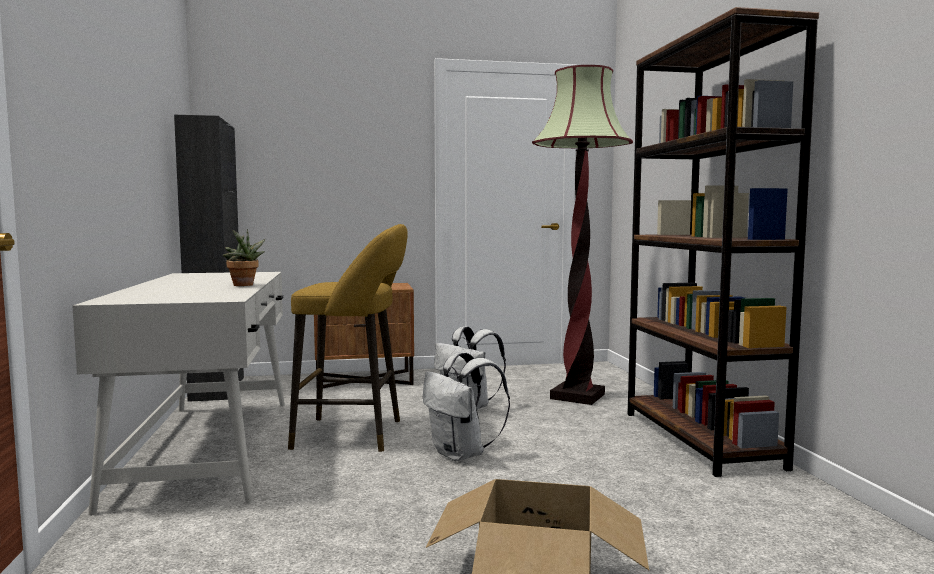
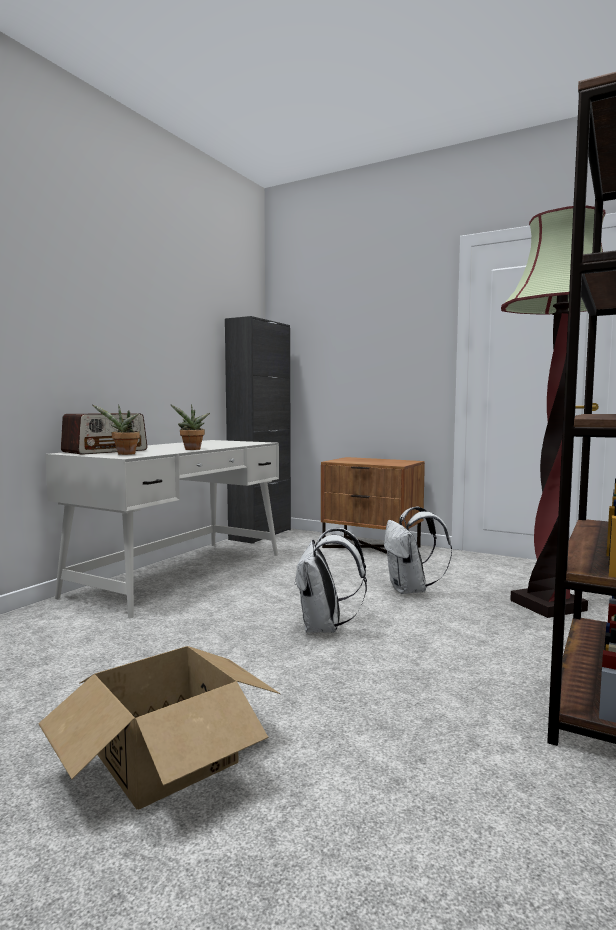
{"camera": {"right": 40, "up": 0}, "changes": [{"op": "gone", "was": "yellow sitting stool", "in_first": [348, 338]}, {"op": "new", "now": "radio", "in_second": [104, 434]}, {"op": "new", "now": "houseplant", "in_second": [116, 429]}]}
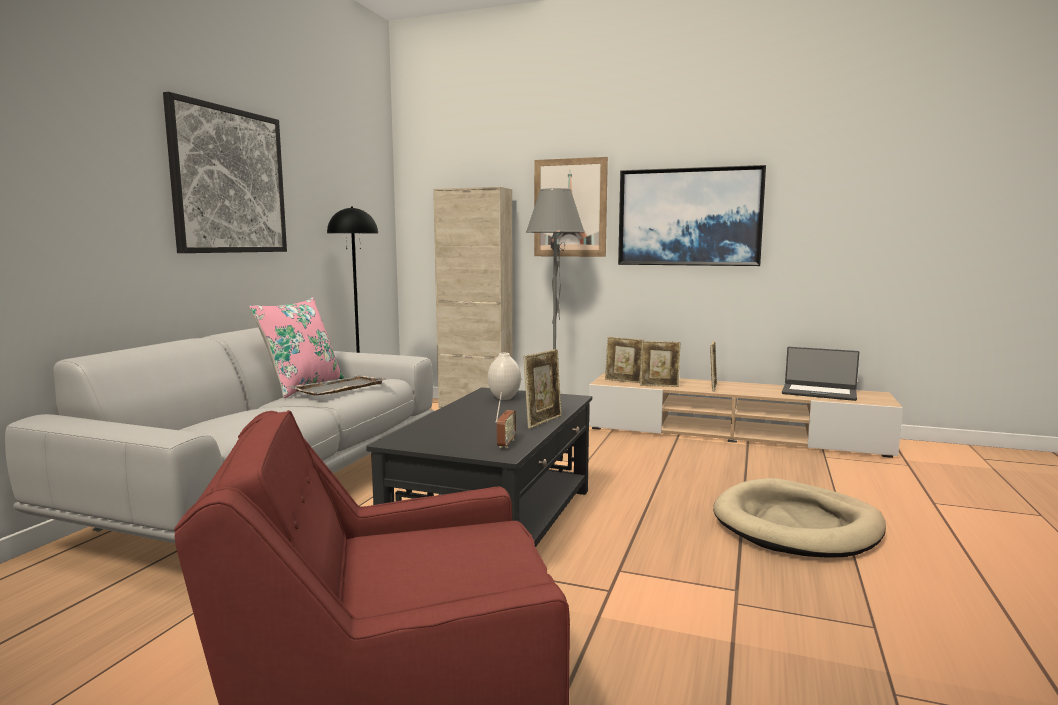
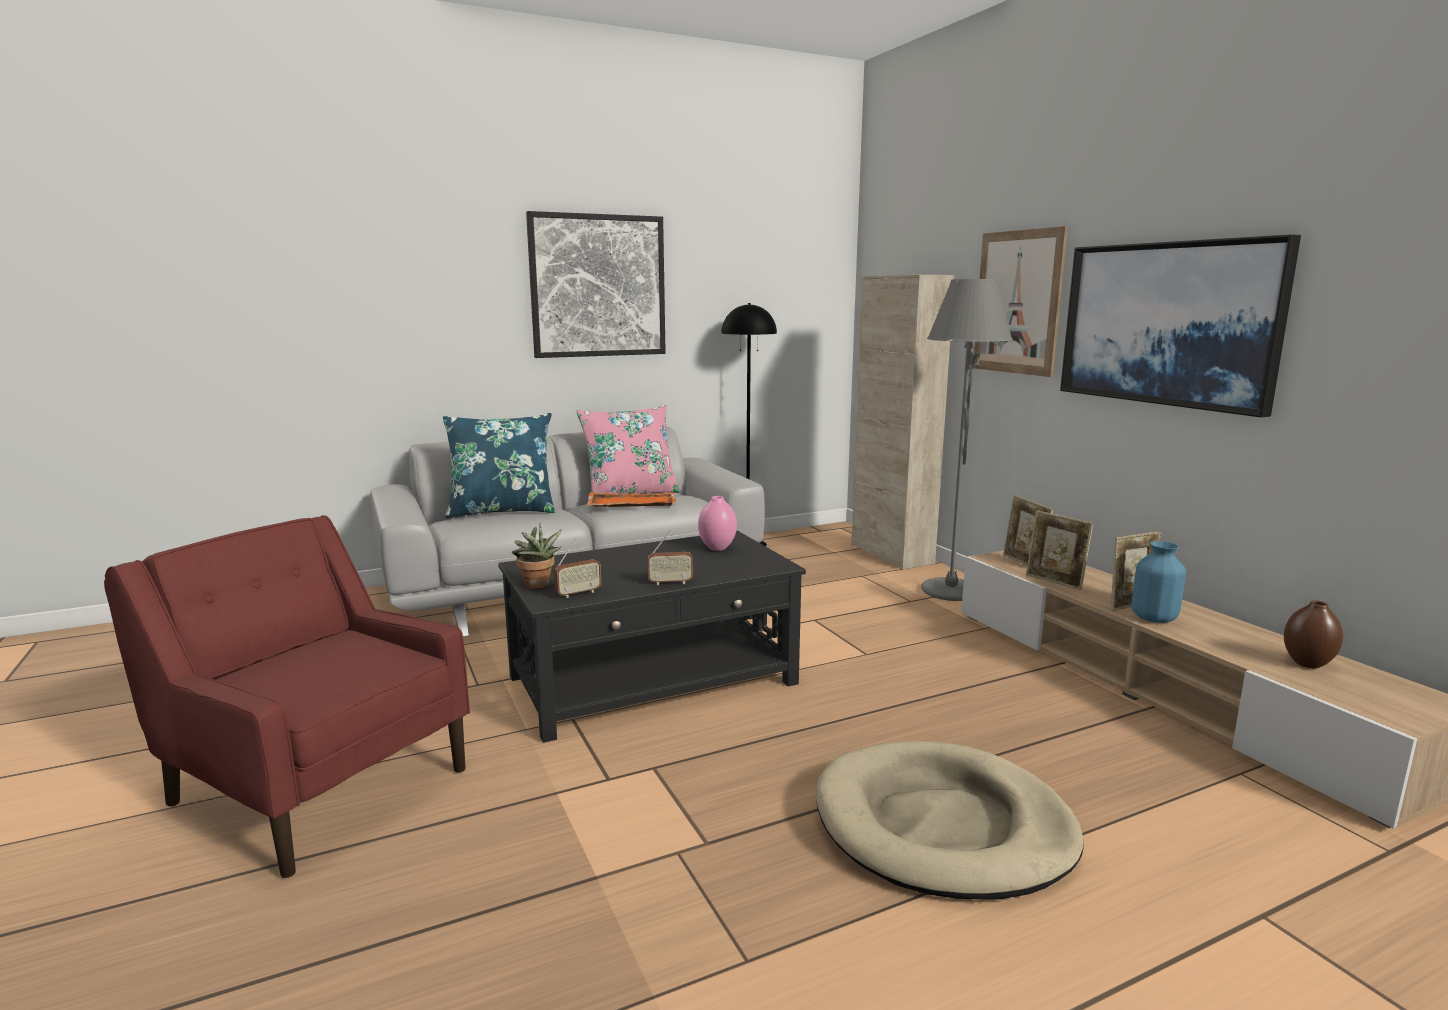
{"camera": {"right": 45, "up": 5}, "changes": [{"op": "new", "now": "blue-coloured cushion", "in_second": [499, 465]}, {"op": "new", "now": "houseplant", "in_second": [537, 556]}, {"op": "new", "now": "blue-coloured decorative vase", "in_second": [1158, 582]}, {"op": "swapped", "was": "photo frame", "now": "radio", "in_first": [543, 389], "in_second": [670, 557]}, {"op": "swapped", "was": "portable computer", "now": "brown decorative vase", "in_first": [820, 374], "in_second": [1313, 634]}, {"op": "repainted", "was": "grey carrying tray", "now": "orangey carrying tray", "in_first": [338, 385], "in_second": [631, 499]}, {"op": "repainted", "was": "white decorative vase", "now": "pink decorative vase", "in_first": [504, 376], "in_second": [717, 523]}]}
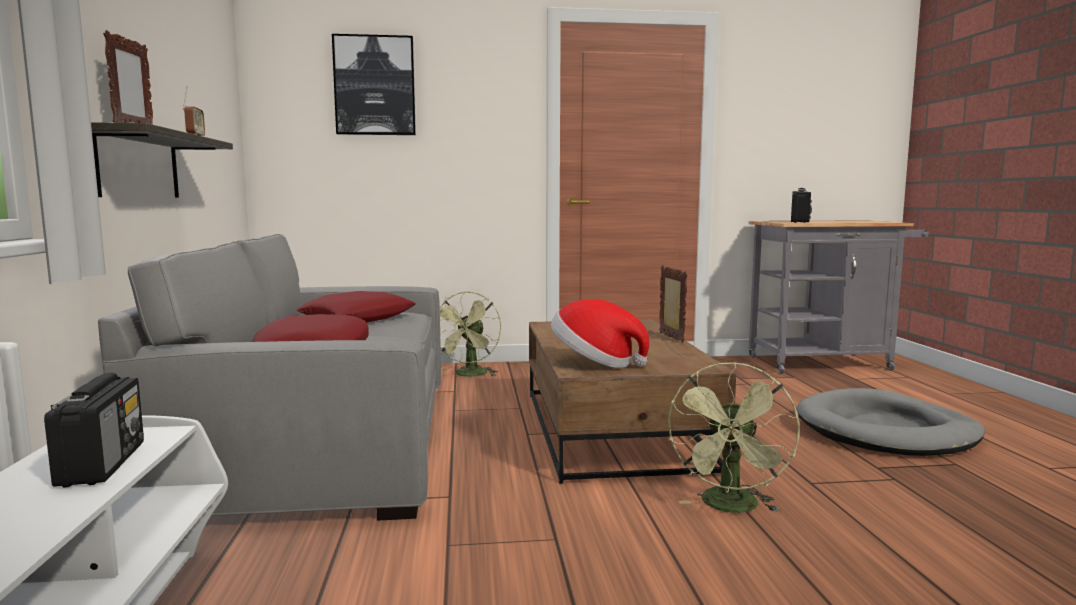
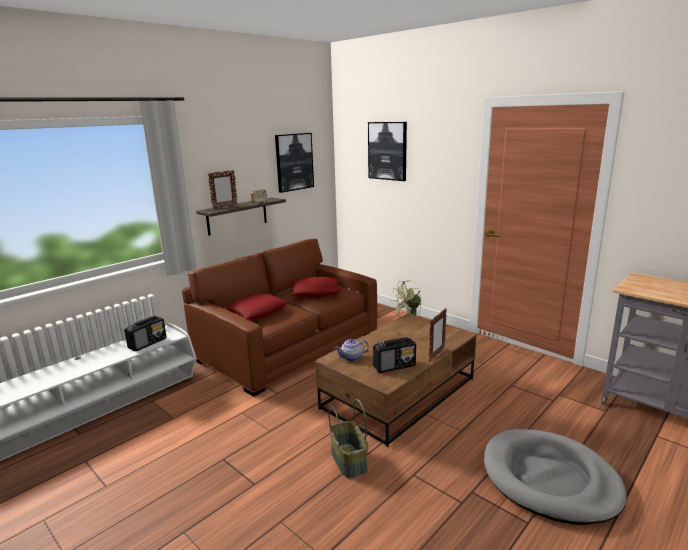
{"camera": {"right": 50, "up": 10}, "changes": [{"op": "new", "now": "picture", "in_second": [294, 163]}, {"op": "shifted", "was": "radio", "in_first": [801, 205], "in_second": [394, 355]}, {"op": "swapped", "was": "hat", "now": "pot for tea", "in_first": [600, 333], "in_second": [351, 350]}, {"op": "swapped", "was": "greenish cooling fan", "now": "household basket", "in_first": [734, 437], "in_second": [348, 438]}, {"op": "repainted", "was": "grey settee", "now": "brown settee", "in_first": [269, 377], "in_second": [279, 318]}]}
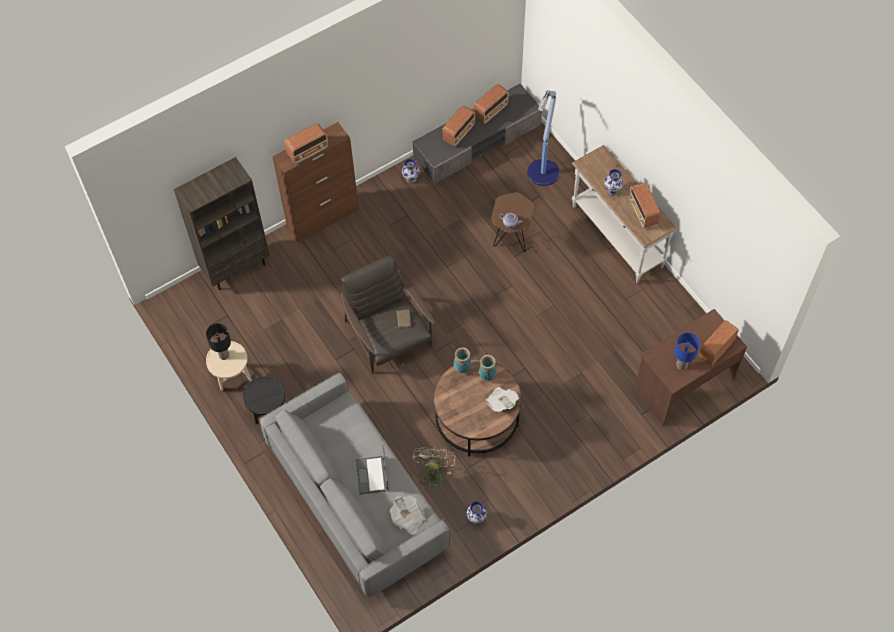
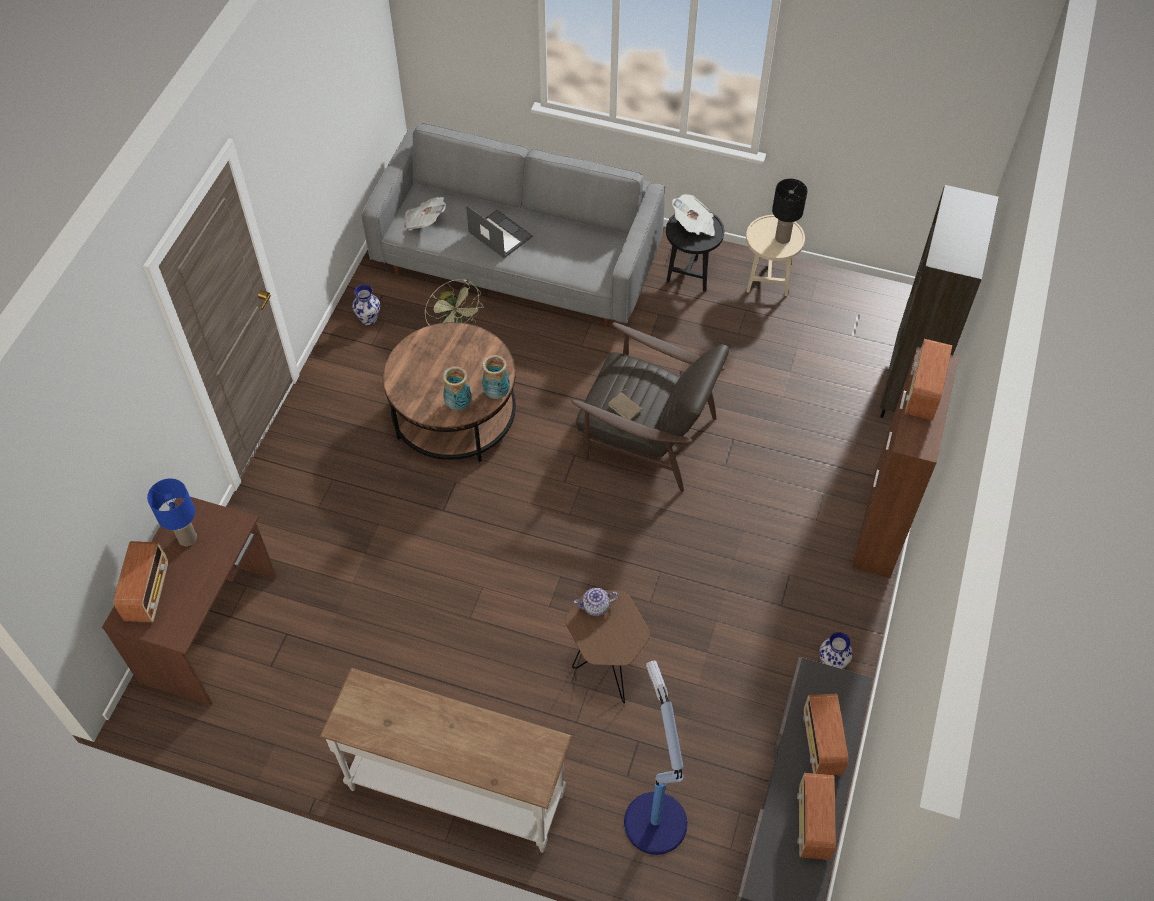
{"camera": {"right": 140, "up": -5}, "changes": [{"op": "gone", "was": "decorative vase", "in_first": [614, 182]}, {"op": "gone", "was": "radio", "in_first": [644, 205]}, {"op": "shifted", "was": "daily paper", "in_first": [502, 399], "in_second": [693, 215]}]}
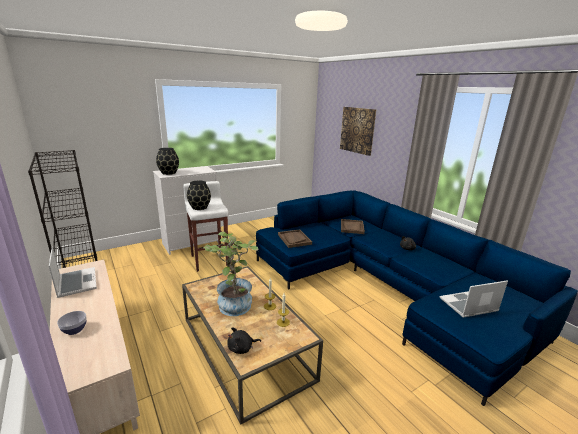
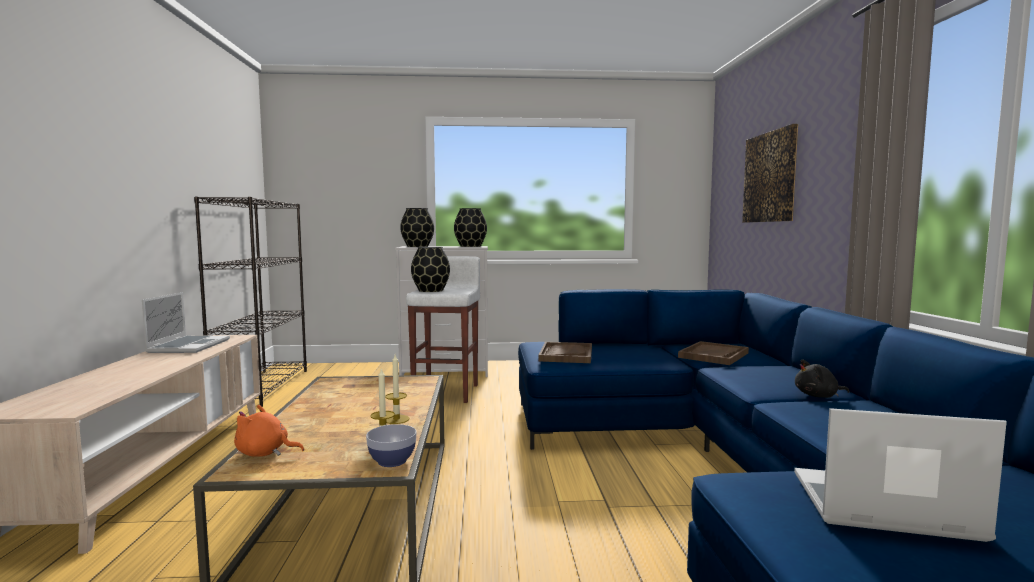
{"camera": {"right": 30, "up": -15}, "changes": [{"op": "gone", "was": "houseplant", "in_first": [230, 273]}, {"op": "new", "now": "blackish decorative vase", "in_second": [470, 227]}, {"op": "shifted", "was": "deep dish", "in_first": [72, 323], "in_second": [391, 445]}, {"op": "repainted", "was": "blackish soft toy", "now": "orangey soft toy", "in_first": [244, 340], "in_second": [269, 431]}]}
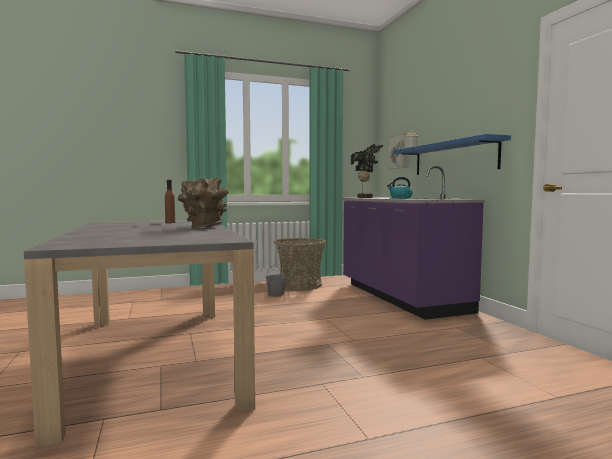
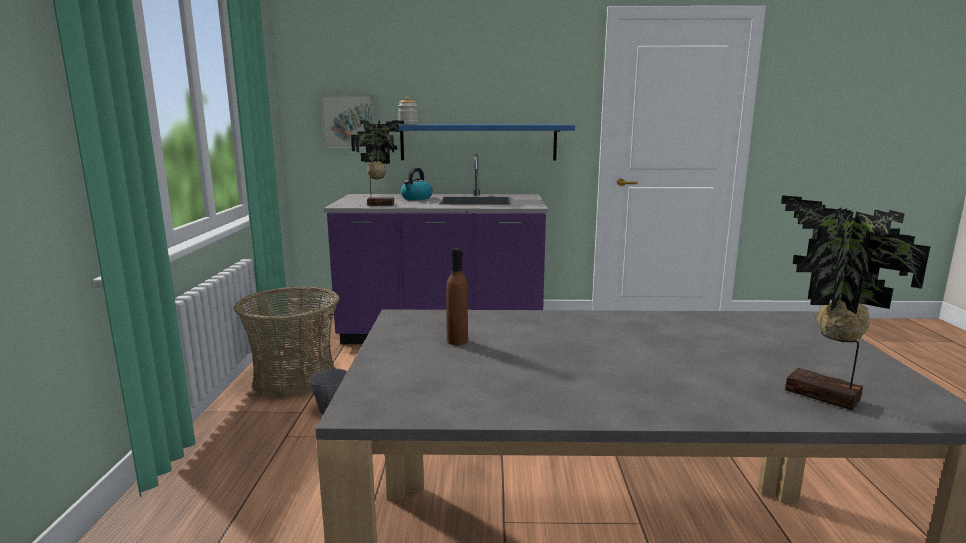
{"camera": {"right": -70, "up": 10}, "changes": [{"op": "gone", "was": "brown decorative vase", "in_first": [203, 203]}, {"op": "new", "now": "houseplant", "in_second": [856, 302]}]}
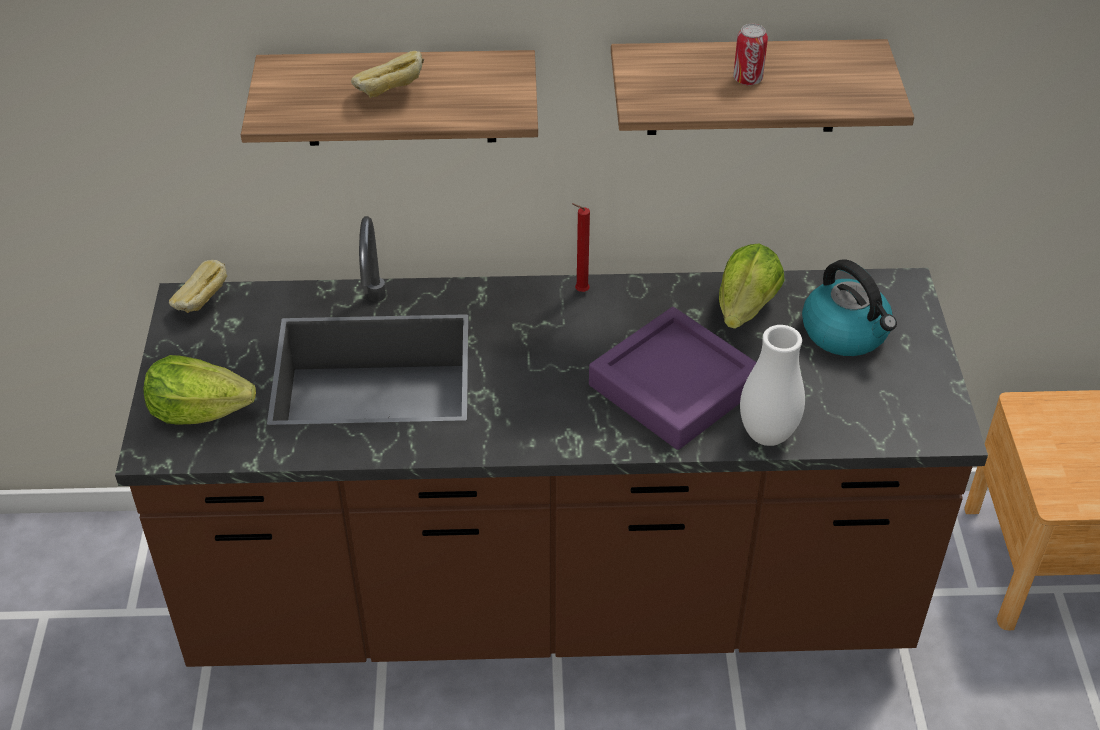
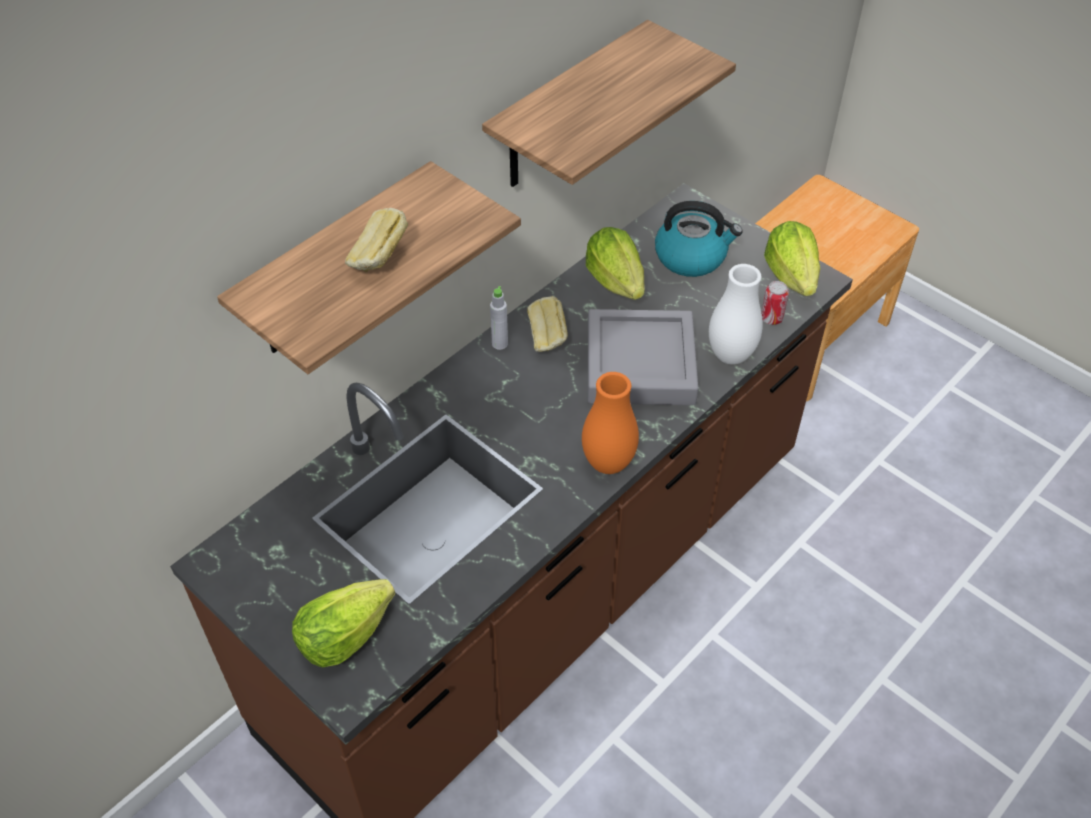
{"camera": {"right": -45, "up": 5}, "changes": [{"op": "new", "now": "orangey decorative vase", "in_second": [610, 423]}, {"op": "new", "now": "lettuce", "in_second": [792, 258]}, {"op": "shifted", "was": "baked bread", "in_first": [198, 286], "in_second": [547, 324]}, {"op": "shifted", "was": "sealed can", "in_first": [750, 54], "in_second": [775, 303]}, {"op": "swapped", "was": "red-coloured wax light", "now": "grey drink bottle", "in_first": [581, 247], "in_second": [499, 318]}, {"op": "repainted", "was": "purple carrying tray", "now": "grey carrying tray", "in_first": [672, 378], "in_second": [643, 357]}]}
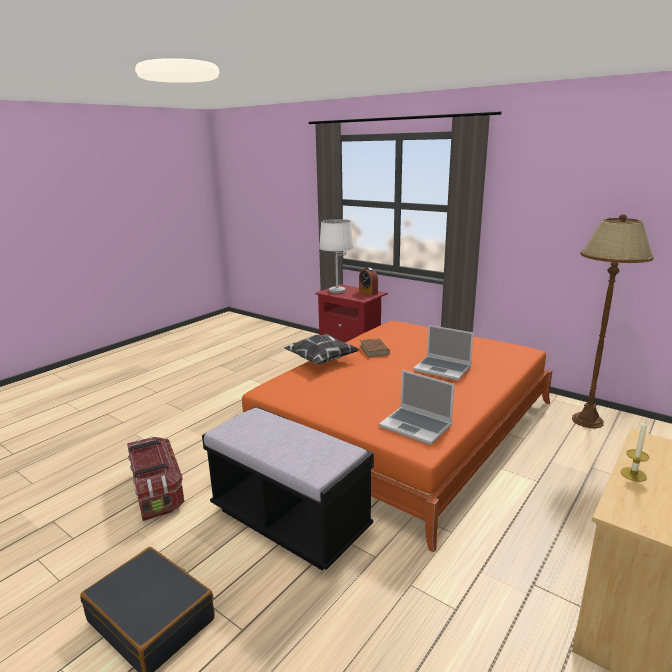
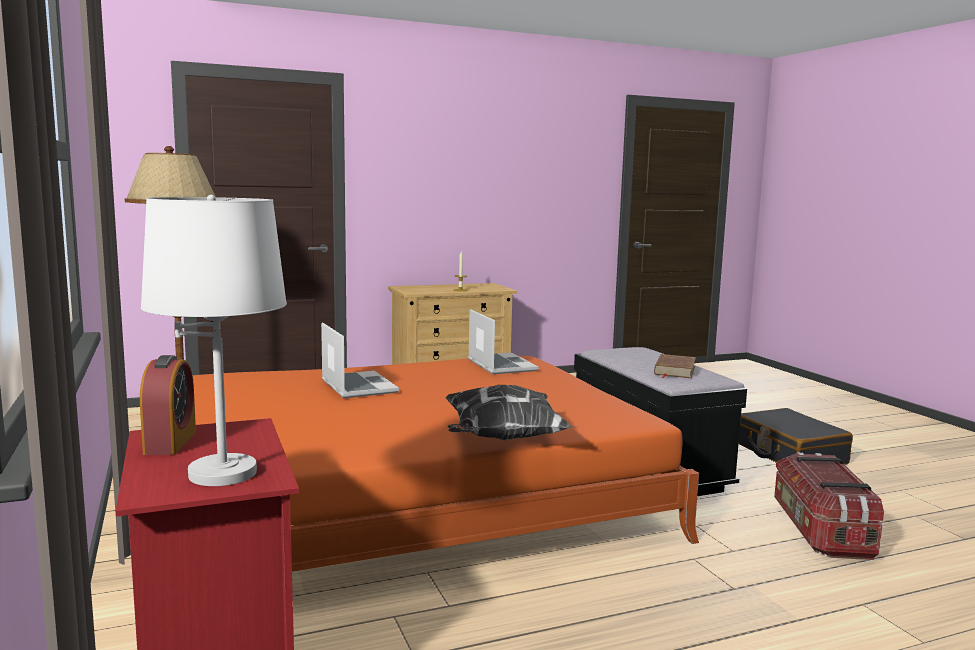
{"camera": {"right": -150, "up": -10}, "changes": [{"op": "shifted", "was": "brown volume", "in_first": [375, 347], "in_second": [675, 366]}]}
